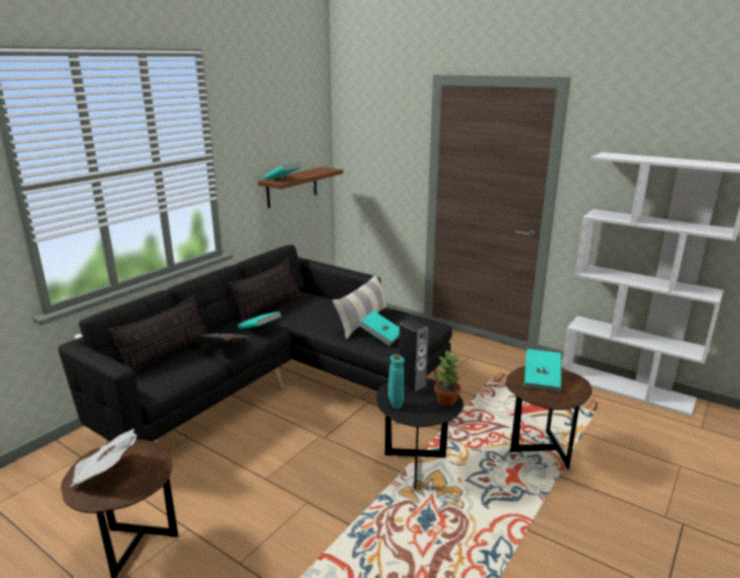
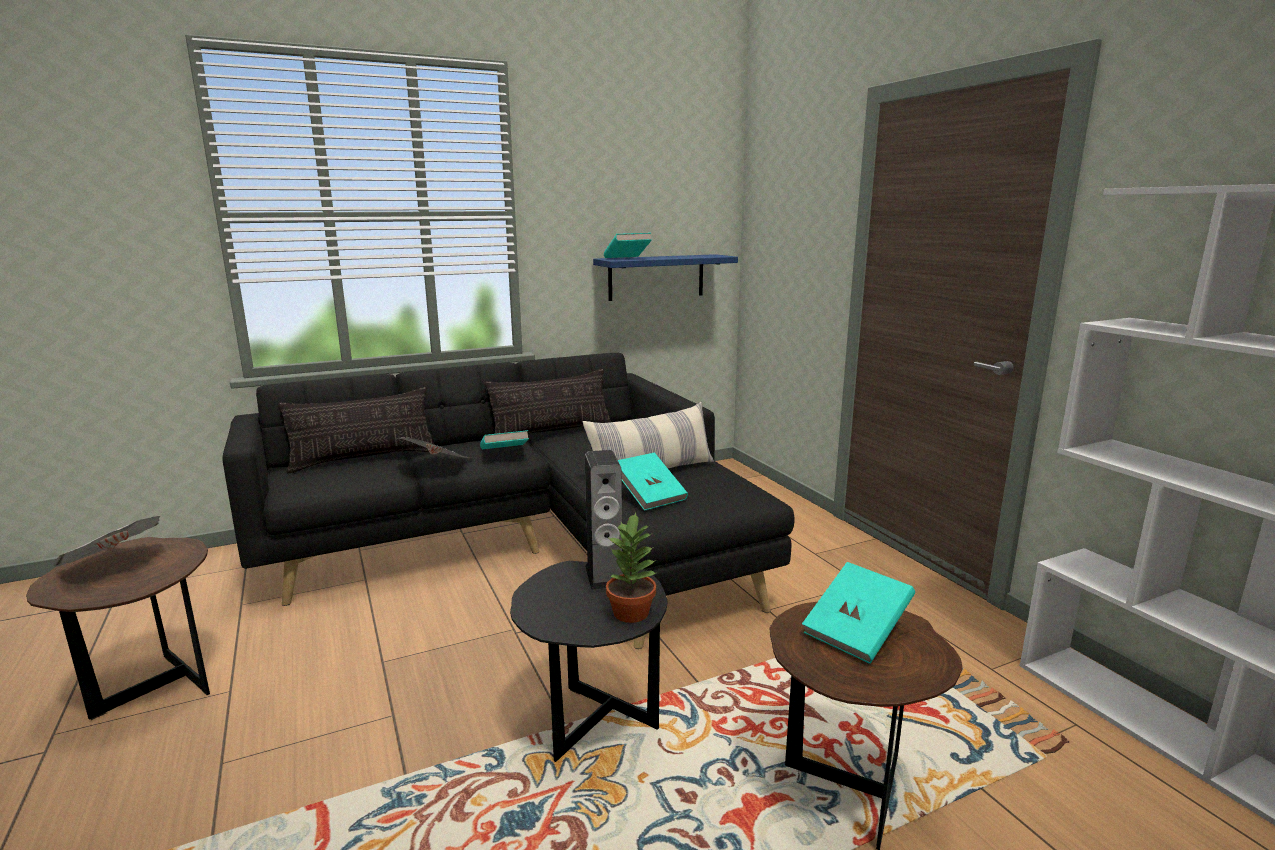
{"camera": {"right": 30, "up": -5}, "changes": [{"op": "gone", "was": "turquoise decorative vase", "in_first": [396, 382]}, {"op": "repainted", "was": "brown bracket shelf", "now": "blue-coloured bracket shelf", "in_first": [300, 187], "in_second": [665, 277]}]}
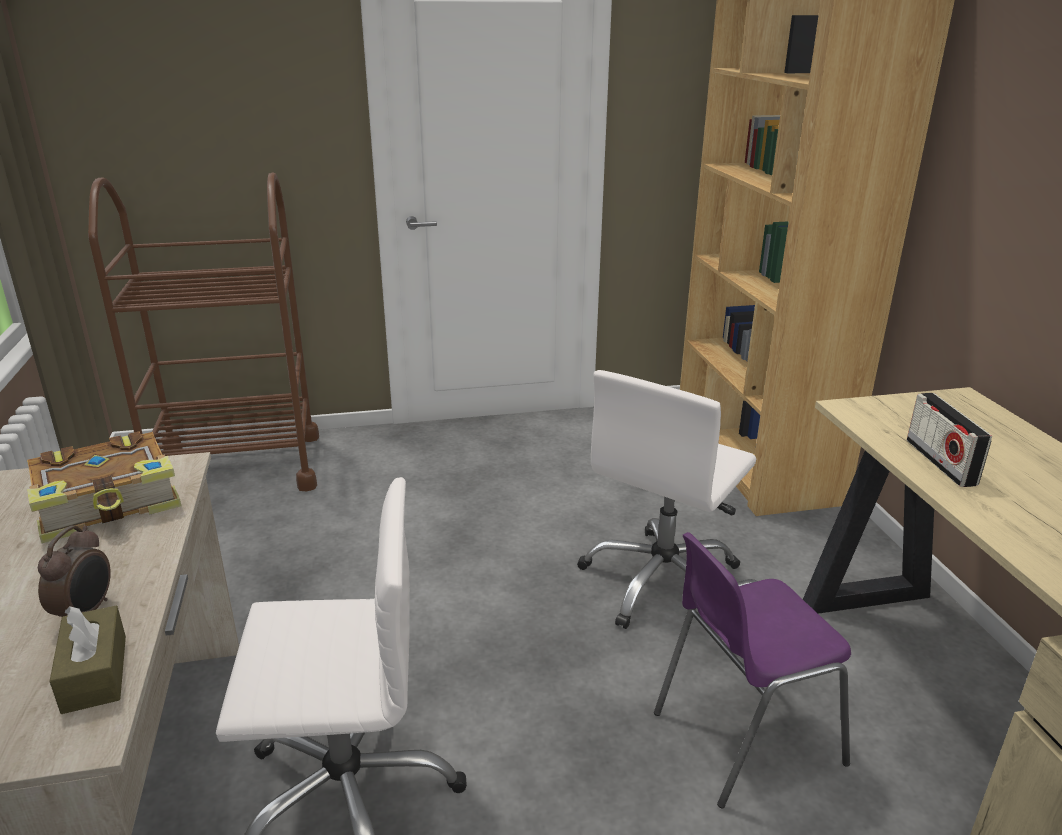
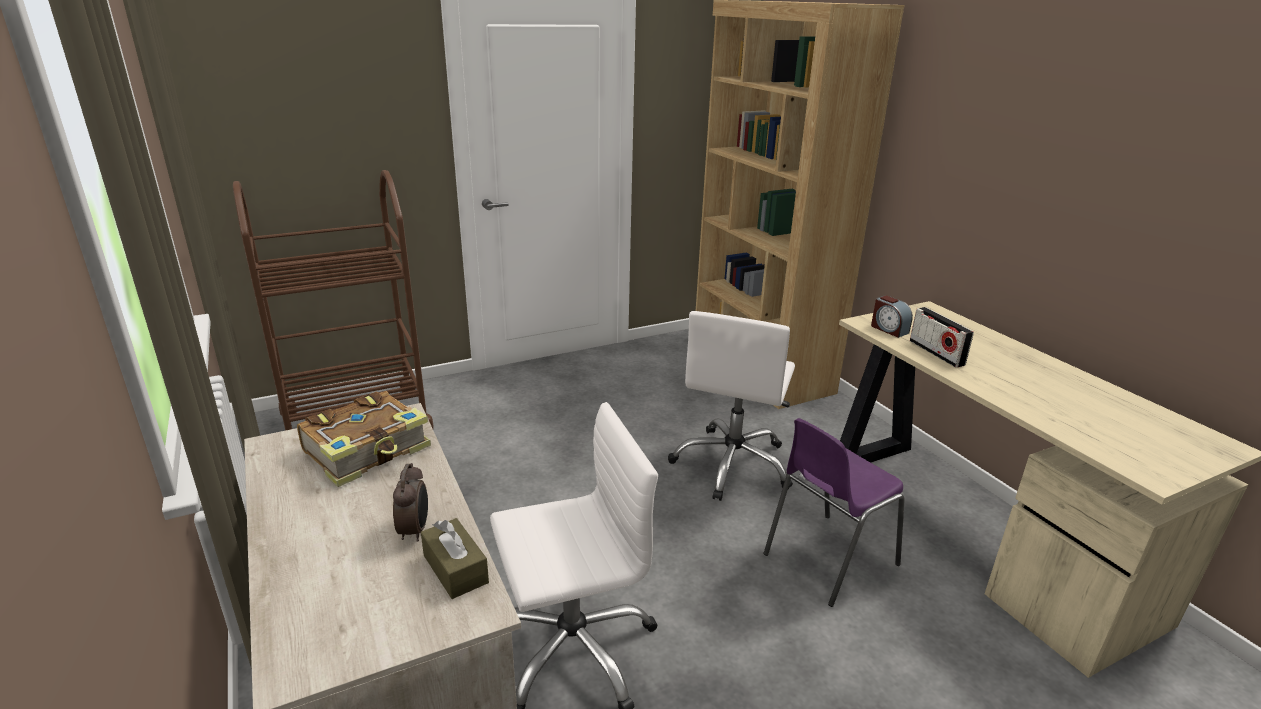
{"camera": {"right": -15, "up": 0}, "changes": [{"op": "new", "now": "bedside clock", "in_second": [892, 316]}]}
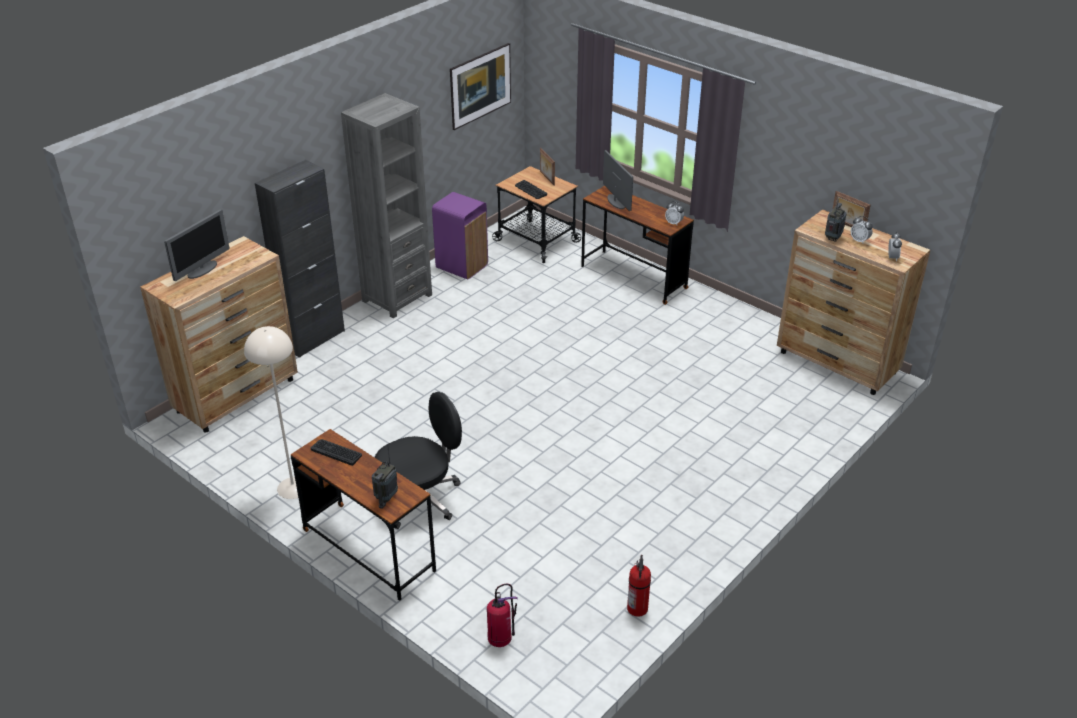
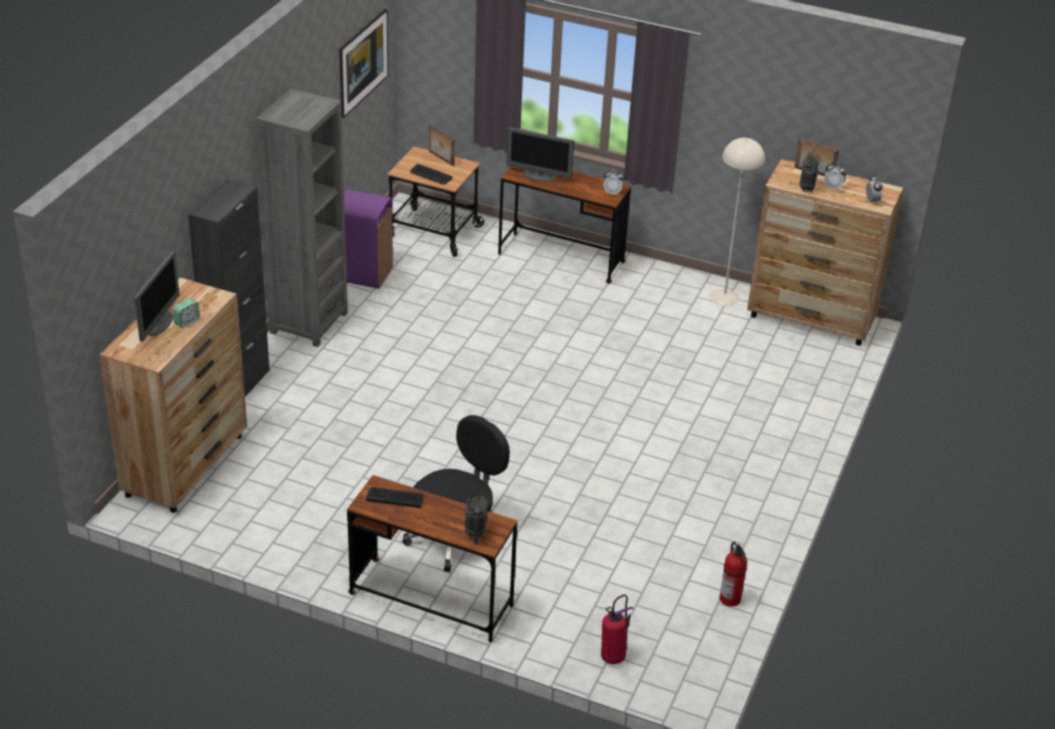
{"camera": {"right": -20, "up": 0}, "changes": [{"op": "new", "now": "bedside clock", "in_second": [186, 313]}, {"op": "shifted", "was": "sand-coloured standing lamp", "in_first": [271, 412], "in_second": [737, 222]}, {"op": "rotated", "was": "computer display", "in_first": [618, 180], "in_second": [540, 154], "clockwise": 150}]}
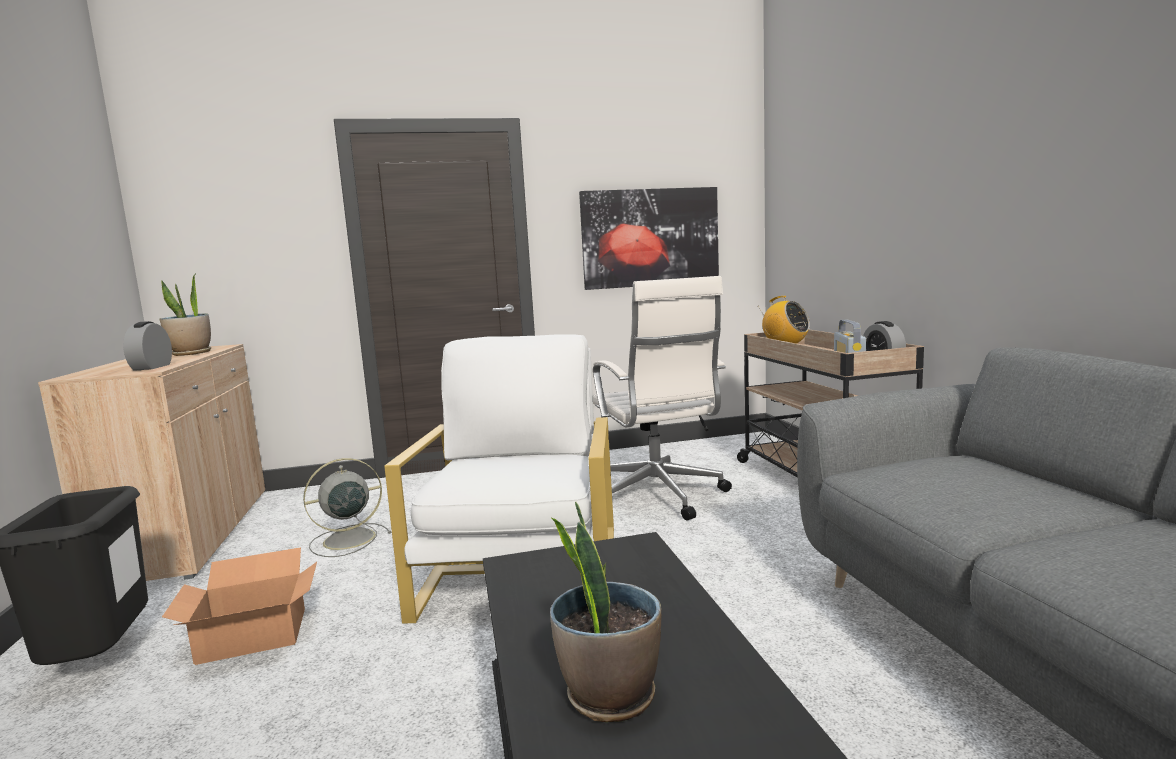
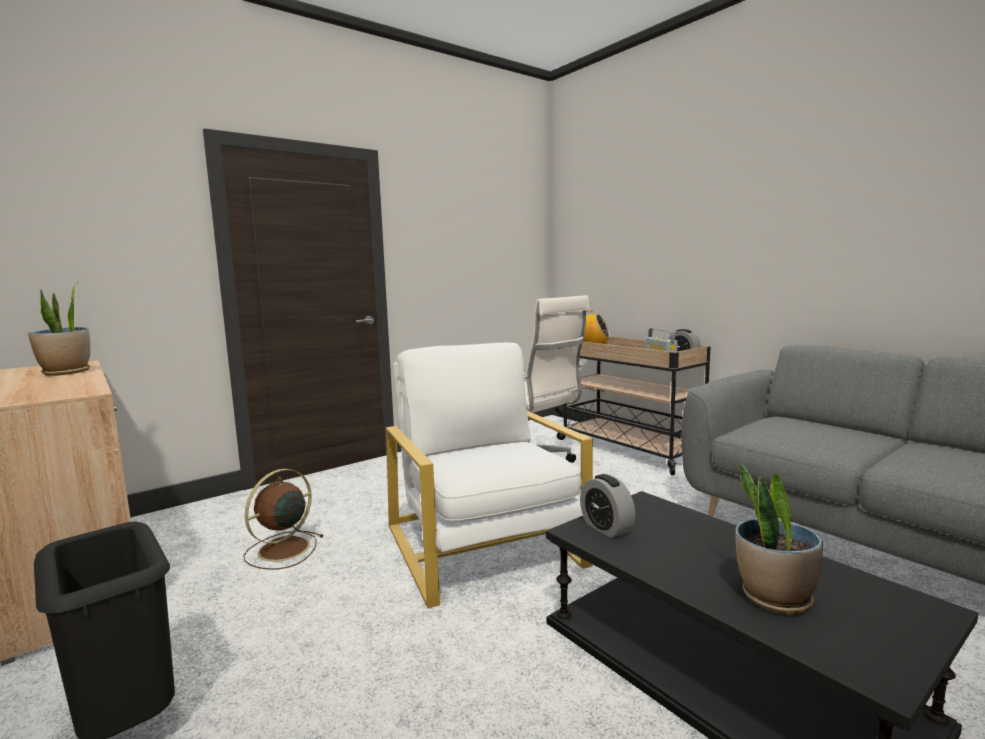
{"camera": {"right": -25, "up": 0}, "changes": [{"op": "gone", "was": "cardboard box", "in_first": [239, 606]}, {"op": "gone", "was": "picture", "in_first": [649, 238]}, {"op": "shifted", "was": "bedside clock", "in_first": [147, 346], "in_second": [607, 506]}, {"op": "repainted", "was": "grey cooling fan", "now": "brown cooling fan", "in_first": [347, 507], "in_second": [283, 519]}]}
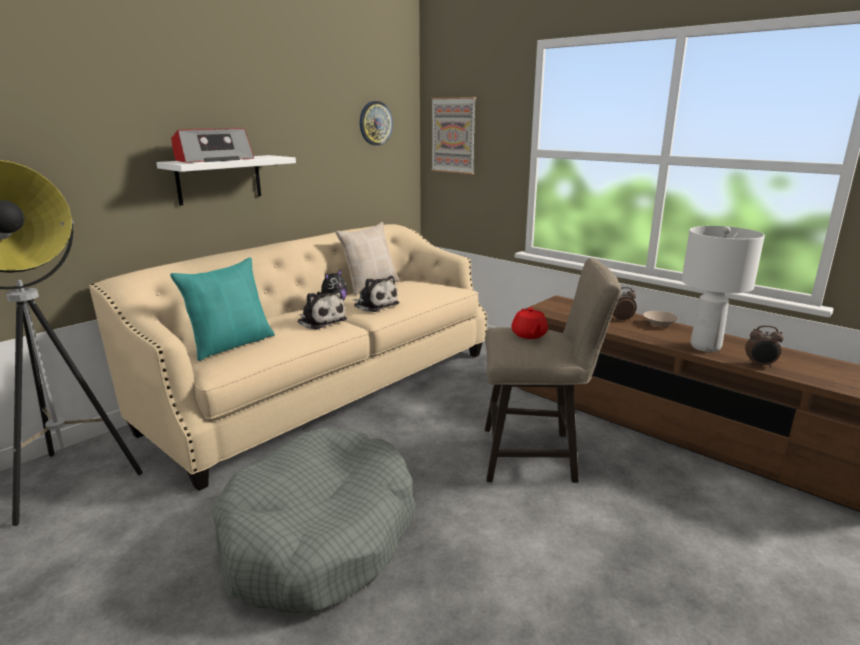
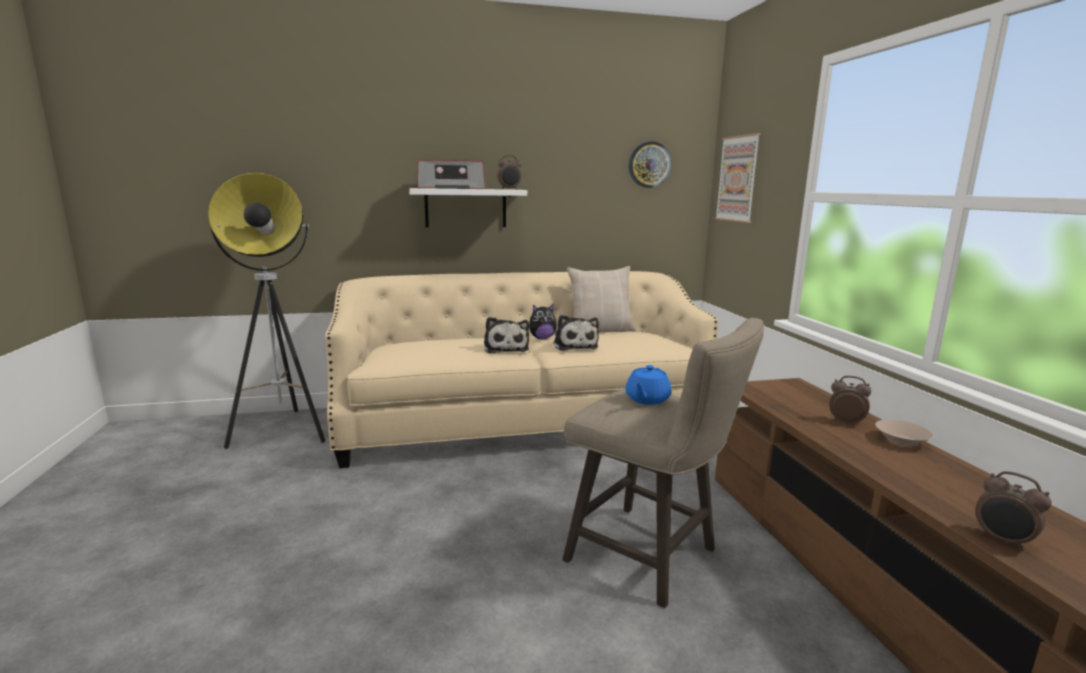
{"camera": {"right": 35, "up": -5}, "changes": [{"op": "gone", "was": "turquoise cushion", "in_first": [222, 309]}, {"op": "gone", "was": "grey pet bed", "in_first": [313, 520]}, {"op": "gone", "was": "white tabletop lamp", "in_first": [723, 289]}, {"op": "new", "now": "bedside clock", "in_second": [509, 172]}, {"op": "repainted", "was": "red-coloured pot for tea", "now": "blue-coloured pot for tea", "in_first": [529, 323], "in_second": [648, 385]}]}
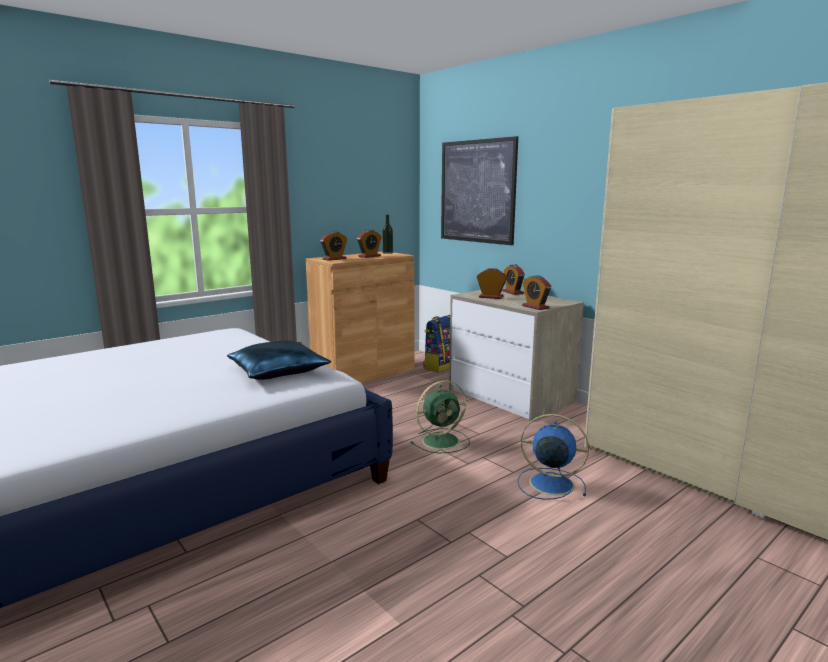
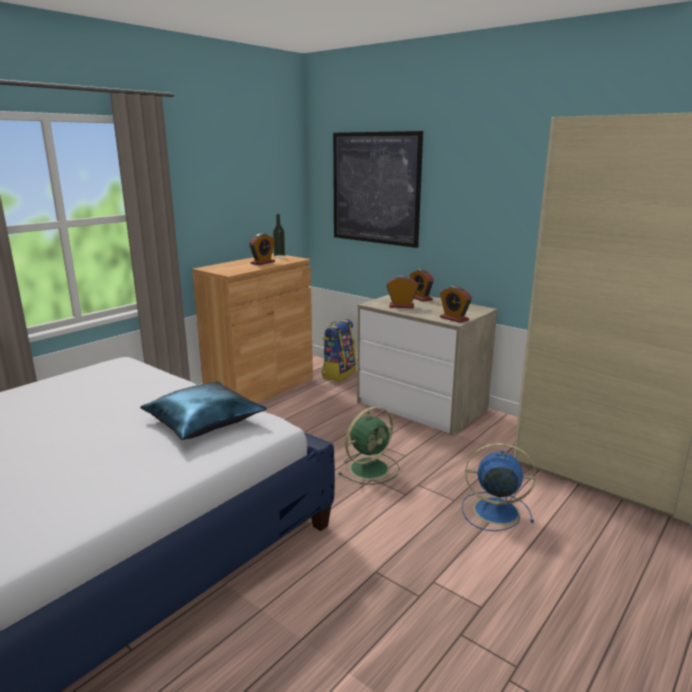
{"camera": {"right": -10, "up": 5}, "changes": [{"op": "gone", "was": "bedside clock", "in_first": [333, 246]}]}
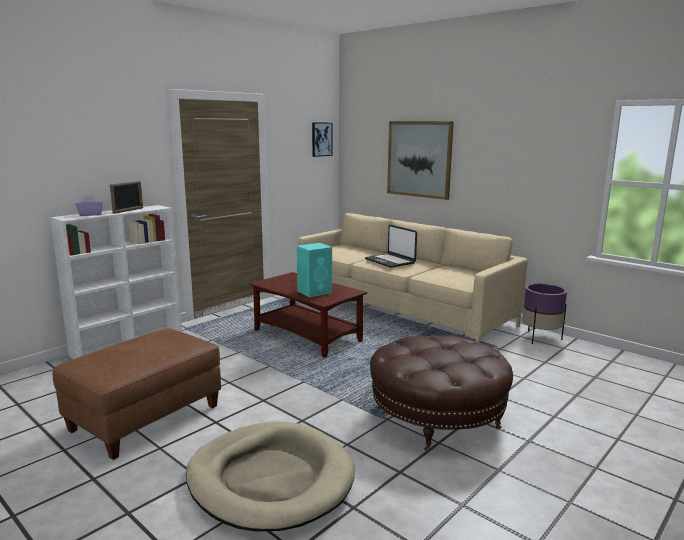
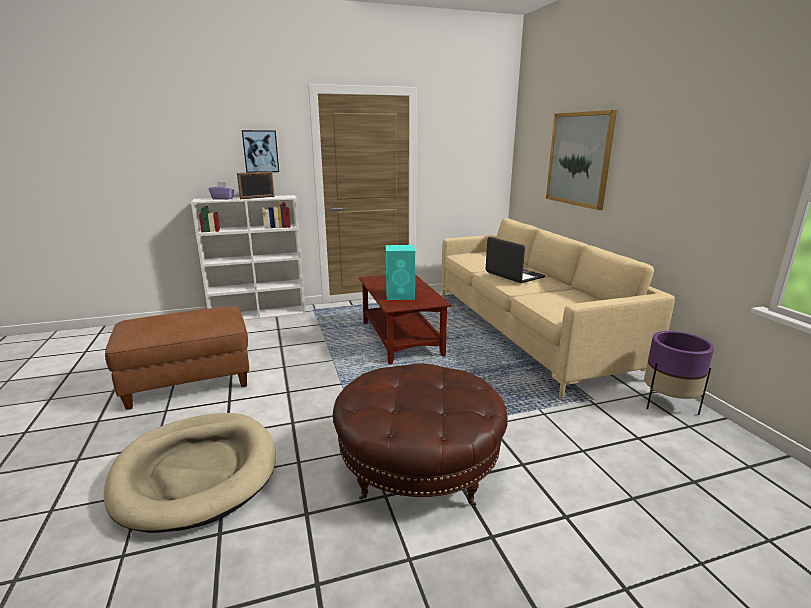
{"camera": {"right": 30, "up": 5}, "changes": [{"op": "shifted", "was": "picture", "in_first": [322, 139], "in_second": [260, 151]}, {"op": "rotated", "was": "portable computer", "in_first": [391, 246], "in_second": [515, 260], "clockwise": 150}]}
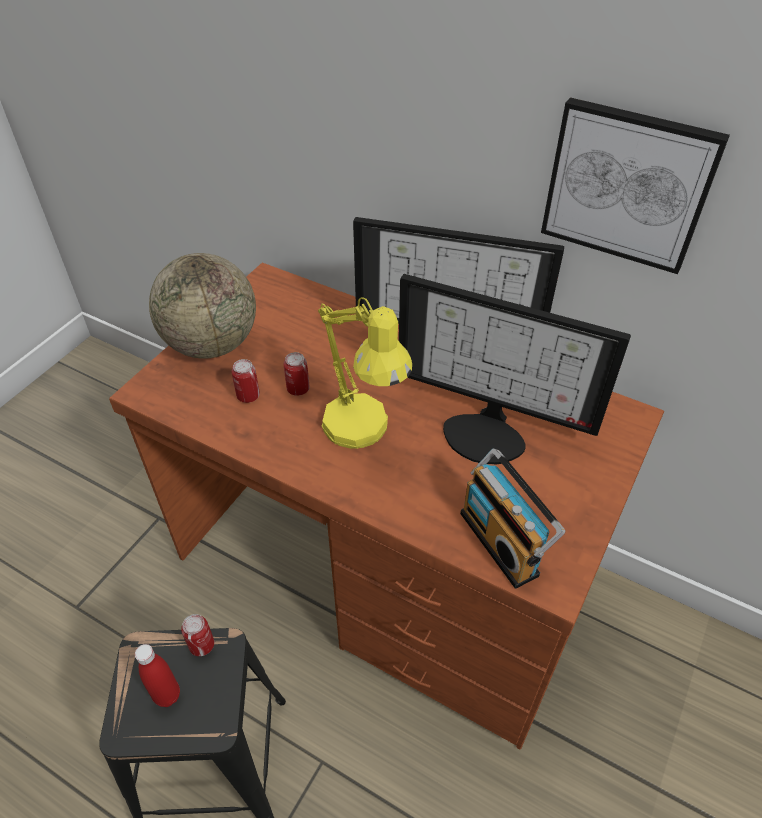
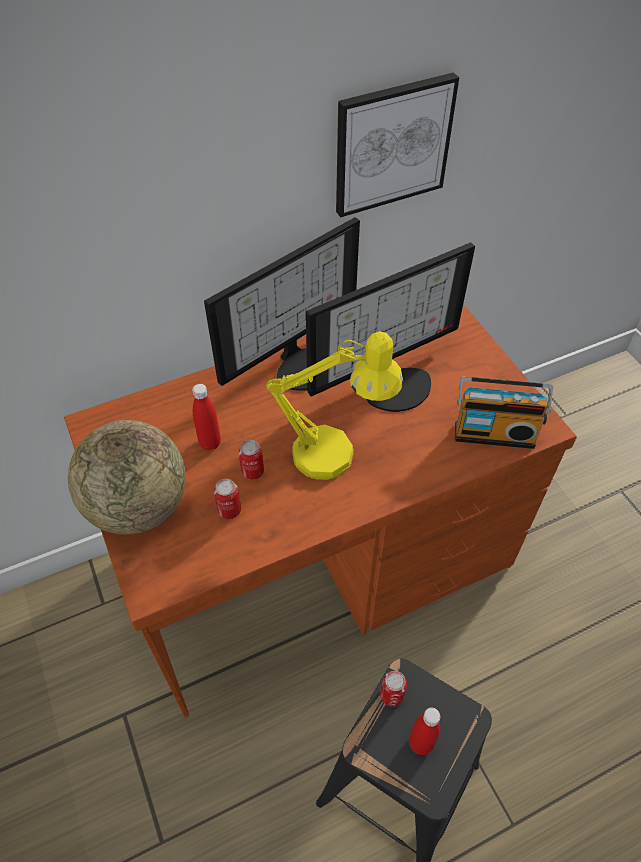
{"camera": {"right": -55, "up": 5}, "changes": [{"op": "new", "now": "red-coloured drink bottle", "in_second": [206, 417]}]}
